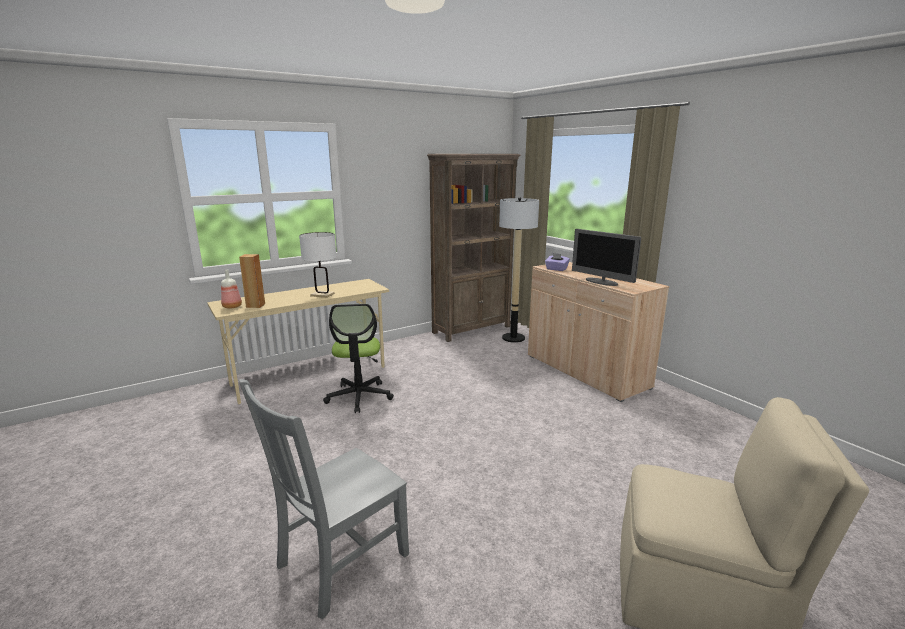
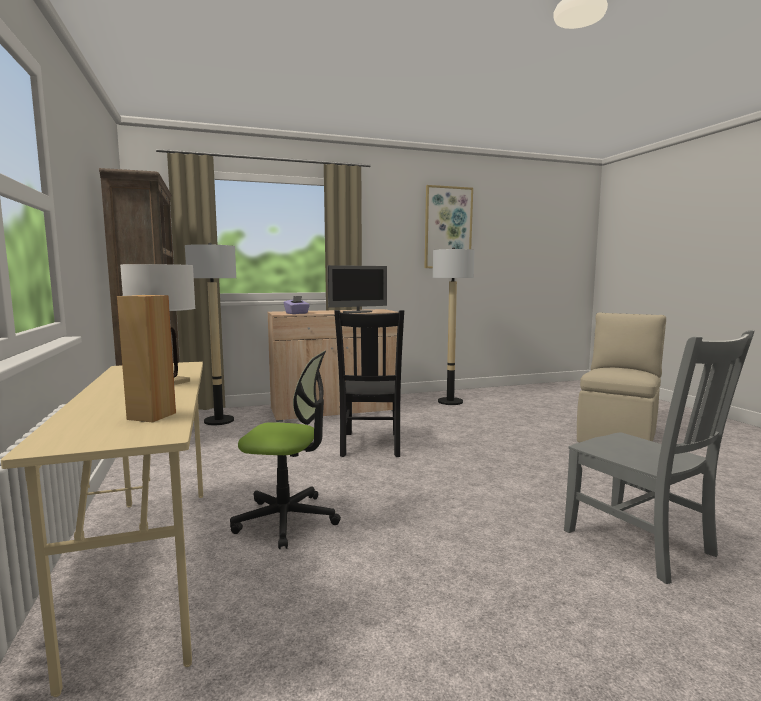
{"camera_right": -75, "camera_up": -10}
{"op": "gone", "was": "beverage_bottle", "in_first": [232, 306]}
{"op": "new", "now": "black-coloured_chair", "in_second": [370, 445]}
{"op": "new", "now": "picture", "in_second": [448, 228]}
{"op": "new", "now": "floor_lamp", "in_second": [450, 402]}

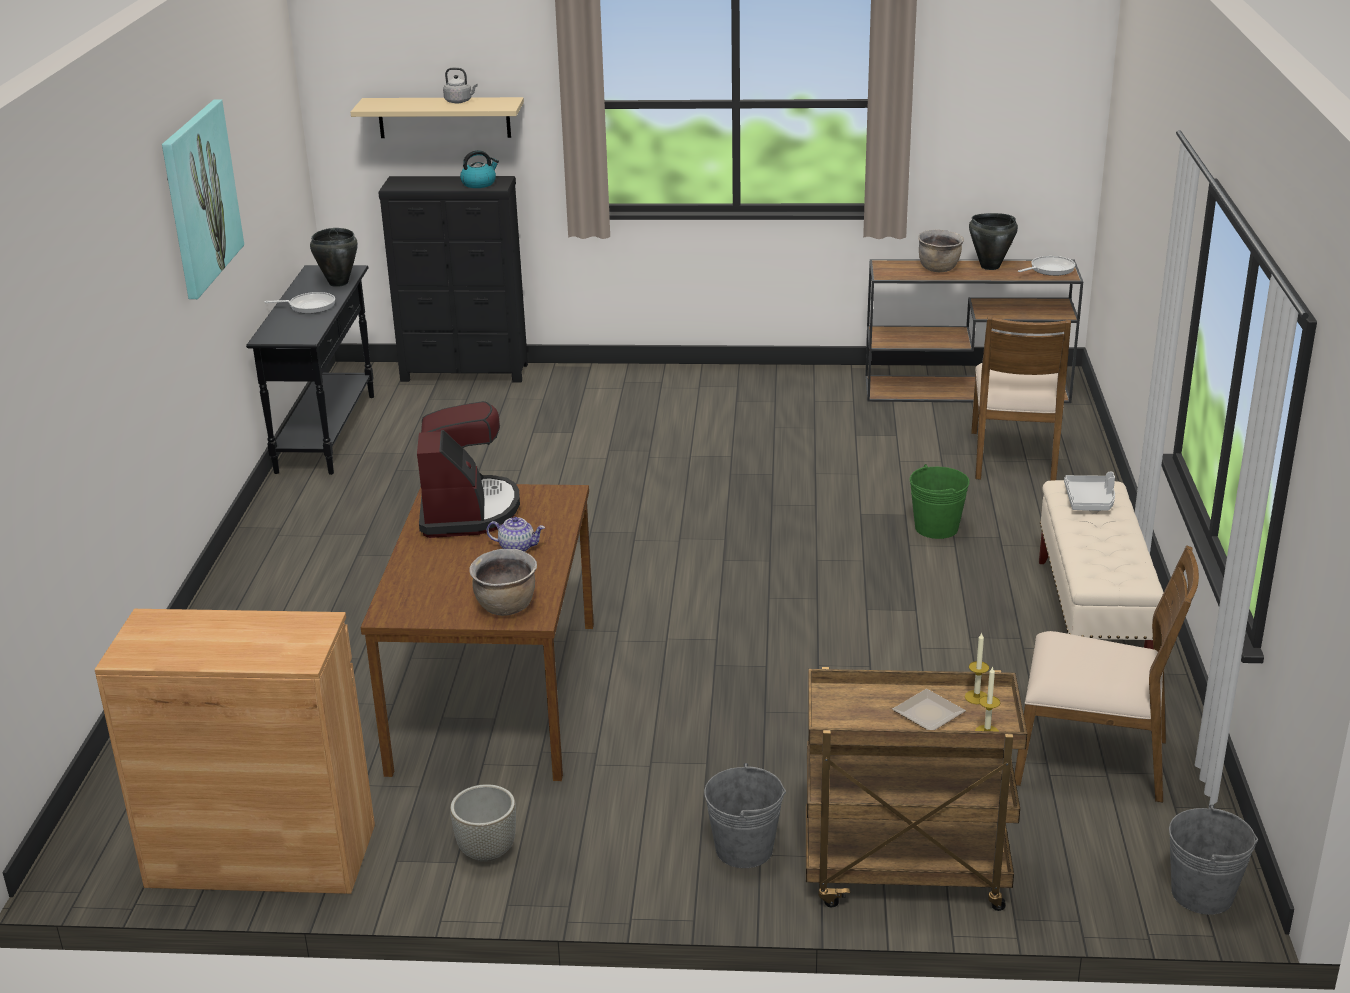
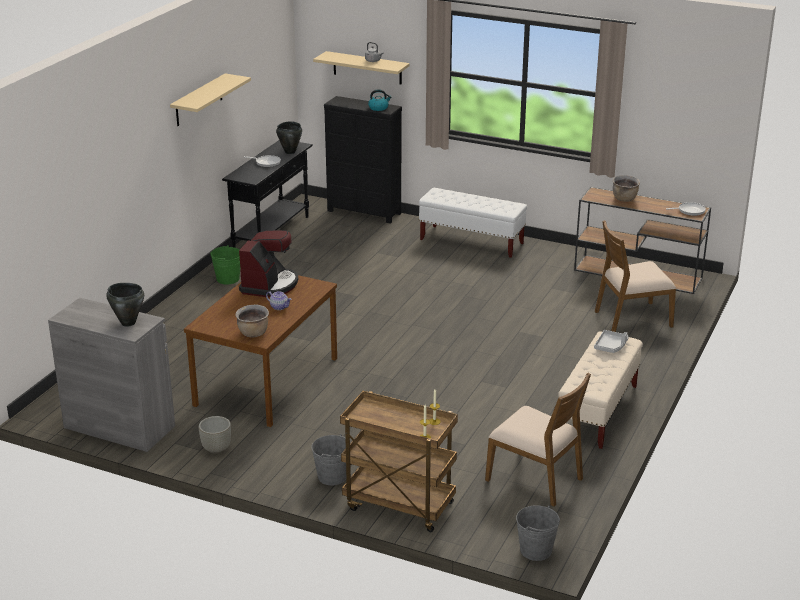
{"camera_right": 20, "camera_up": 0}
{"op": "gone", "was": "dinner_plate", "in_first": [926, 714]}
{"op": "new", "now": "white-coloured_long_seat", "in_second": [472, 242]}
{"op": "shifted", "was": "green_bucket", "in_first": [936, 528], "in_second": [228, 279]}
{"op": "shifted", "was": "black-coloured_stockpot", "in_first": [989, 266], "in_second": [128, 322]}
{"op": "swapped", "was": "picture", "now": "sand-coloured_wall_shelf", "in_first": [199, 197], "in_second": [199, 100]}
{"op": "repainted", "was": "brownish_cabinet", "now": "grey_cabinet", "in_first": [262, 855], "in_second": [119, 427]}
{"op": "rotated", "was": "brownish_chair", "in_first": [1015, 457], "in_second": [632, 318], "clockwise": 45}

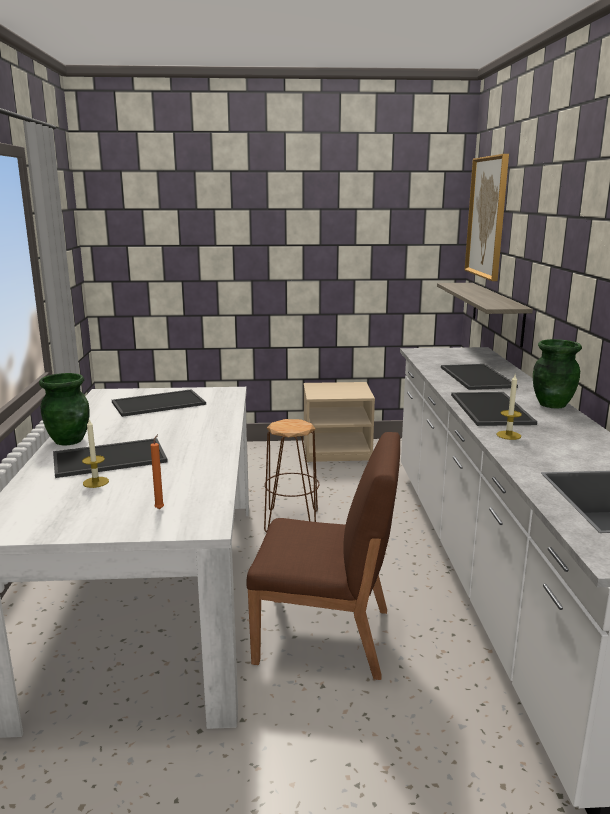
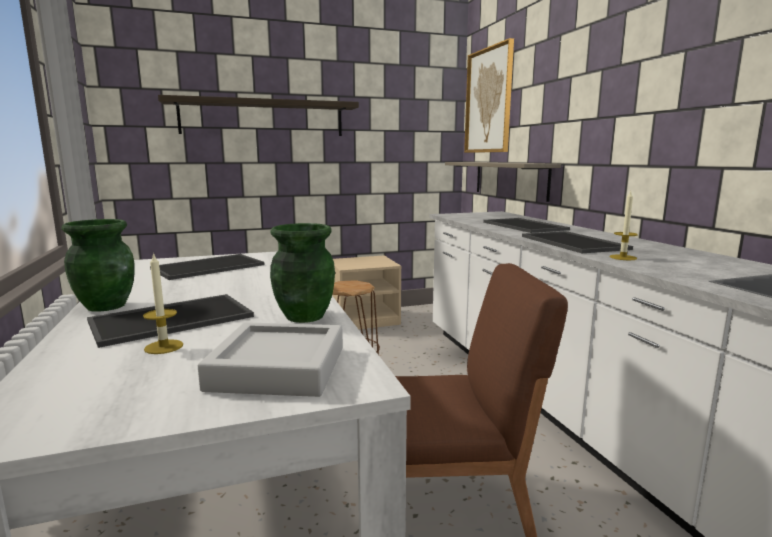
{"camera_right": -15, "camera_up": -5}
{"op": "new", "now": "wall_shelf", "in_second": [263, 118]}
{"op": "shifted", "was": "green_vase", "in_first": [552, 404], "in_second": [304, 316]}
{"op": "swapped", "was": "orange-coloured_candle", "now": "grey_tray", "in_first": [160, 508], "in_second": [278, 368]}

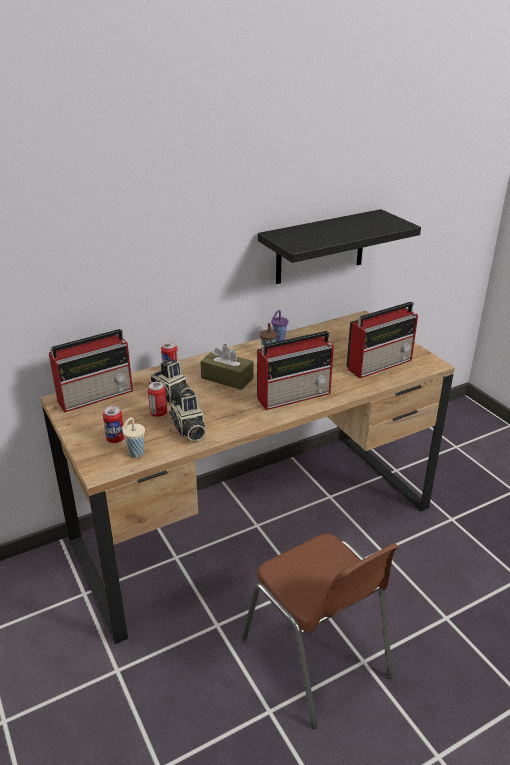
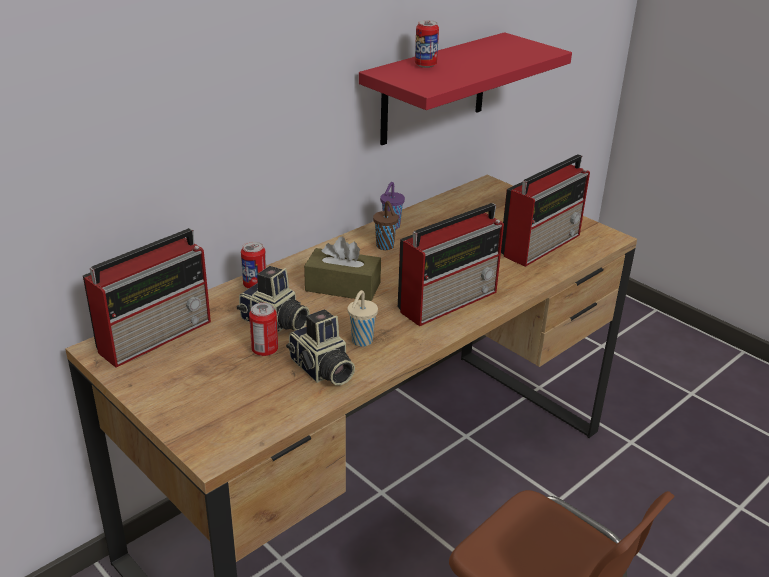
{"camera_right": -15, "camera_up": 0}
{"op": "shifted", "was": "sealed_can", "in_first": [115, 439], "in_second": [425, 65]}
{"op": "shifted", "was": "sand-coloured_cup", "in_first": [135, 453], "in_second": [361, 341]}
{"op": "repainted", "was": "black-coloured_wall_shelf", "now": "red_wall_shelf", "in_first": [320, 247], "in_second": [434, 89]}

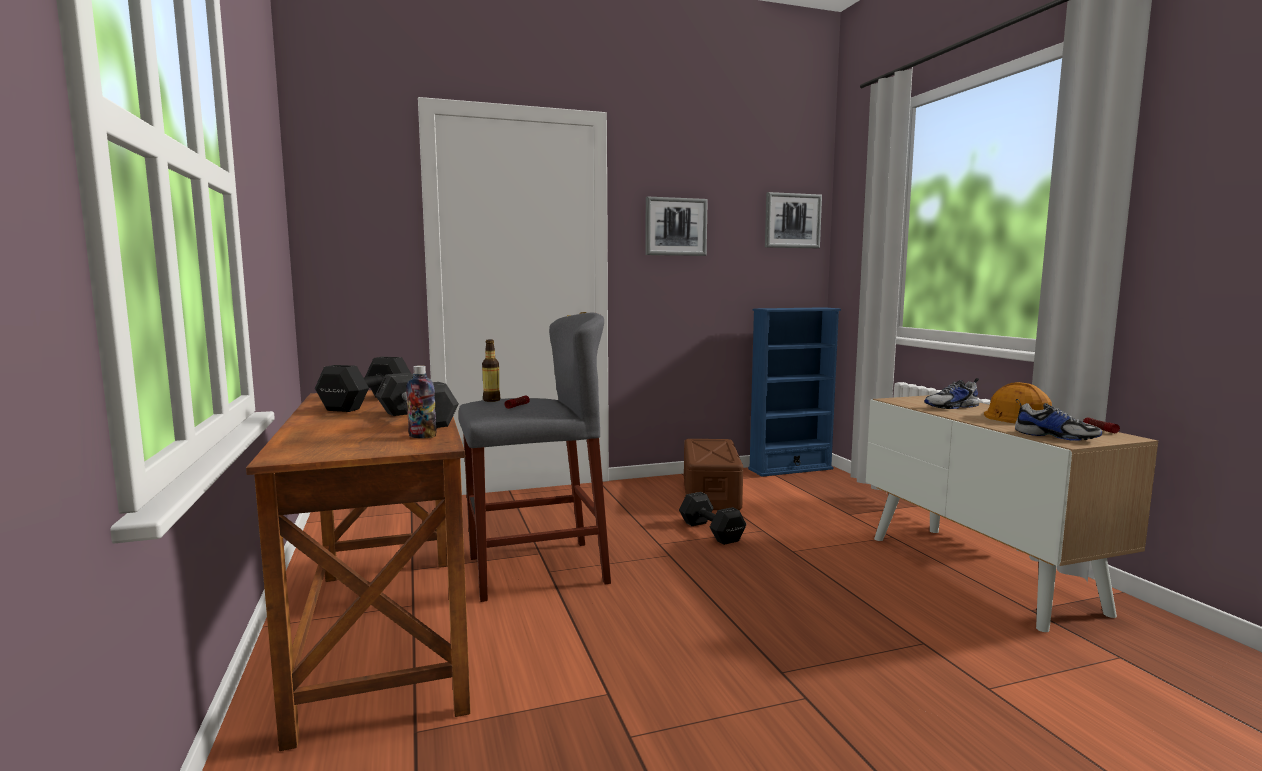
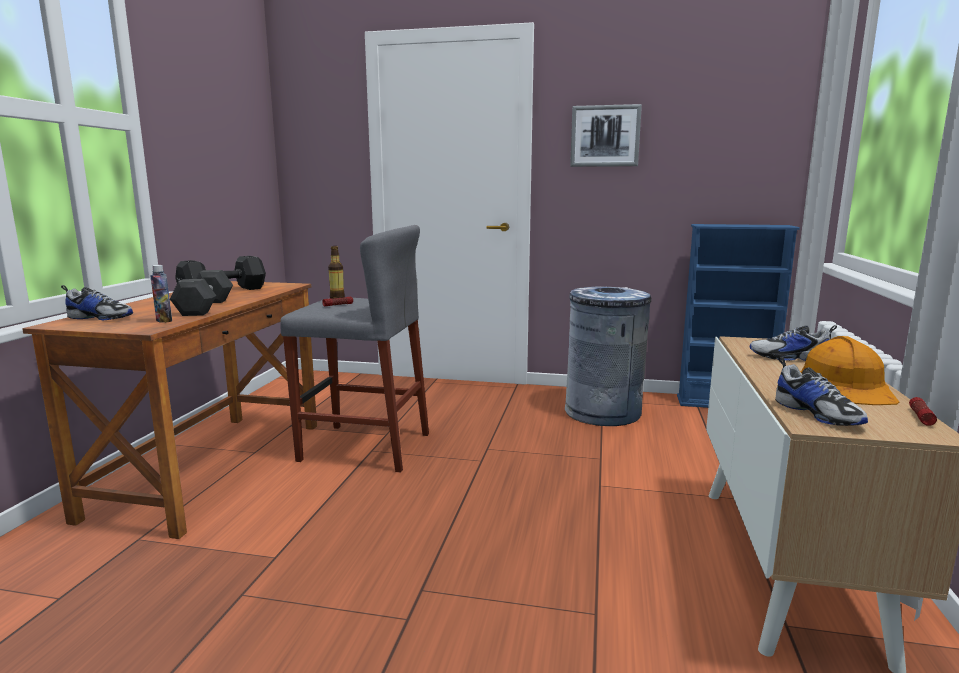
{"camera_right": 30, "camera_up": 5}
{"op": "gone", "was": "black-coloured_hand_weight", "in_first": [710, 531]}
{"op": "gone", "was": "picture", "in_first": [792, 221]}
{"op": "new", "now": "low_shoe", "in_second": [100, 318]}
{"op": "swapped", "was": "brownish_storage_container", "now": "grey_trash_can", "in_first": [710, 493], "in_second": [603, 412]}

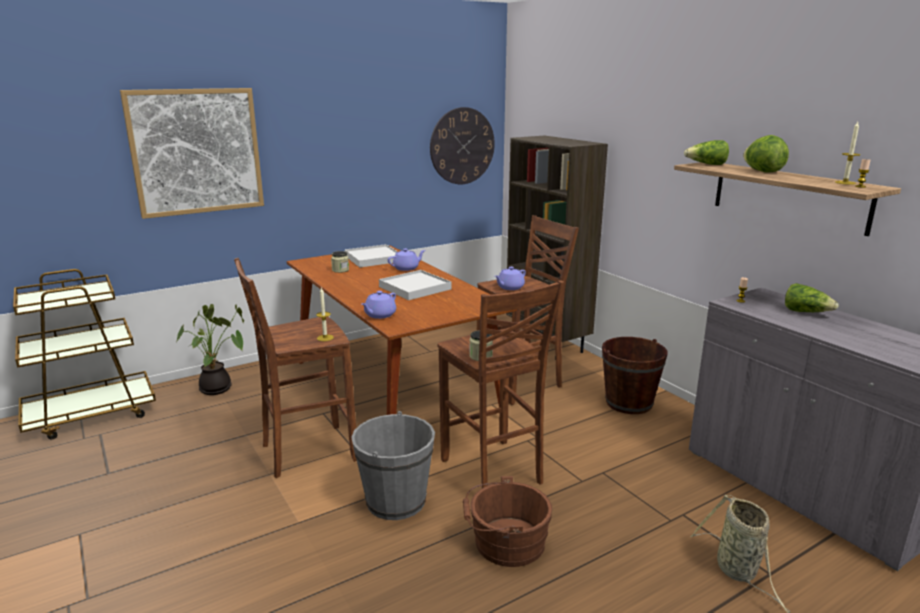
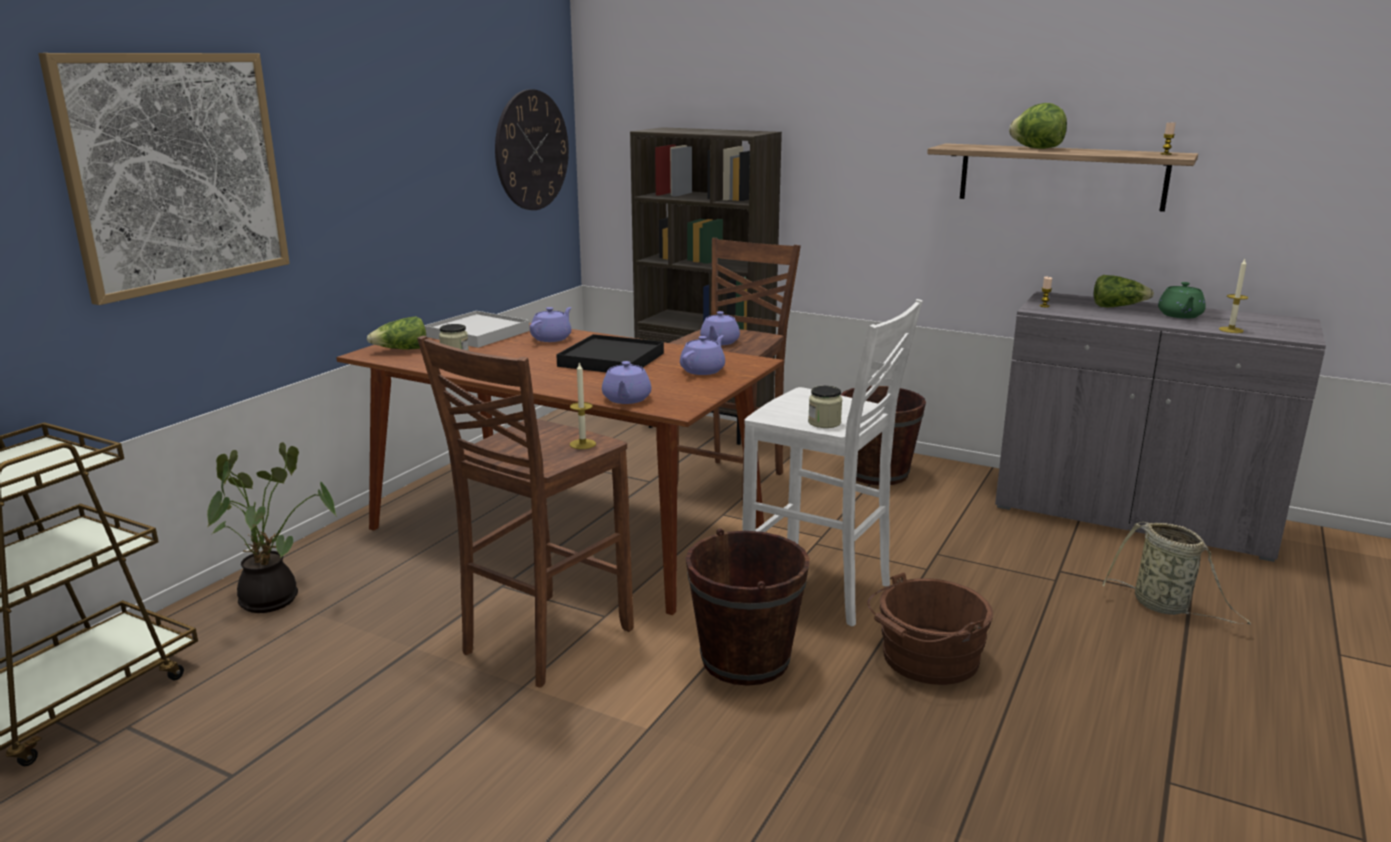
{"camera_right": -30, "camera_up": 0}
{"op": "new", "now": "purple_tea_pot", "in_second": [703, 370]}
{"op": "new", "now": "green_tea_pot", "in_second": [1180, 315]}
{"op": "shifted", "was": "head_of_lettuce", "in_first": [706, 164], "in_second": [401, 350]}
{"op": "shifted", "was": "candle", "in_first": [845, 183], "in_second": [1231, 330]}
{"op": "repainted", "was": "grey_bucket", "now": "brownish_bucket", "in_first": [396, 501], "in_second": [745, 659]}
{"op": "repainted", "was": "white-coloured_tray", "now": "black-coloured_tray", "in_first": [415, 288], "in_second": [611, 360]}
{"op": "repainted", "was": "brownish_stool", "now": "white-coloured_stool", "in_first": [493, 472], "in_second": [821, 590]}

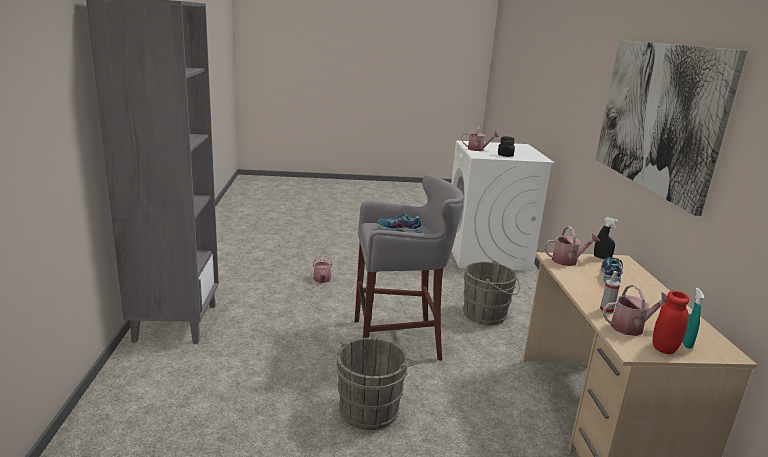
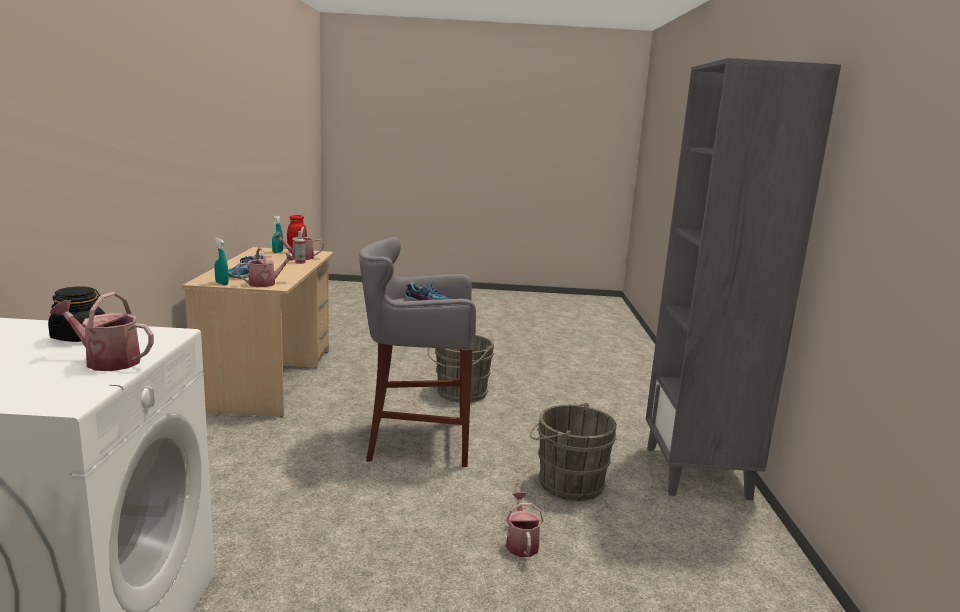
{"camera_right": -175, "camera_up": -5}
{"op": "gone", "was": "picture", "in_first": [657, 116]}
{"op": "shifted", "was": "grey_bucket", "in_first": [487, 315], "in_second": [566, 482]}
{"op": "repainted", "was": "black-coloured_hand_sprayer", "now": "turquoise-coloured_hand_sprayer", "in_first": [602, 258], "in_second": [221, 283]}
{"op": "rotated", "was": "sprinkling_can", "in_first": [568, 260], "in_second": [266, 283], "clockwise": 150}

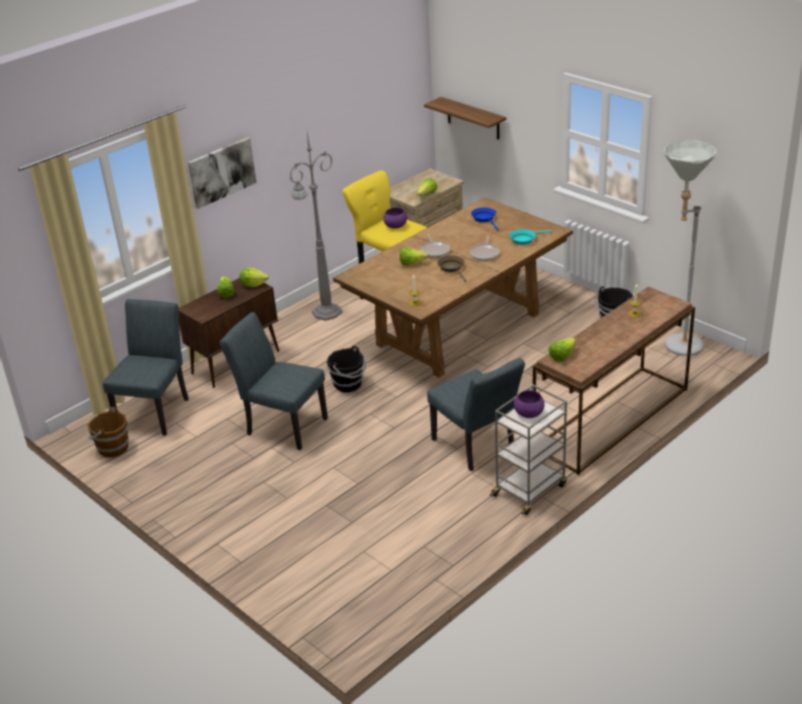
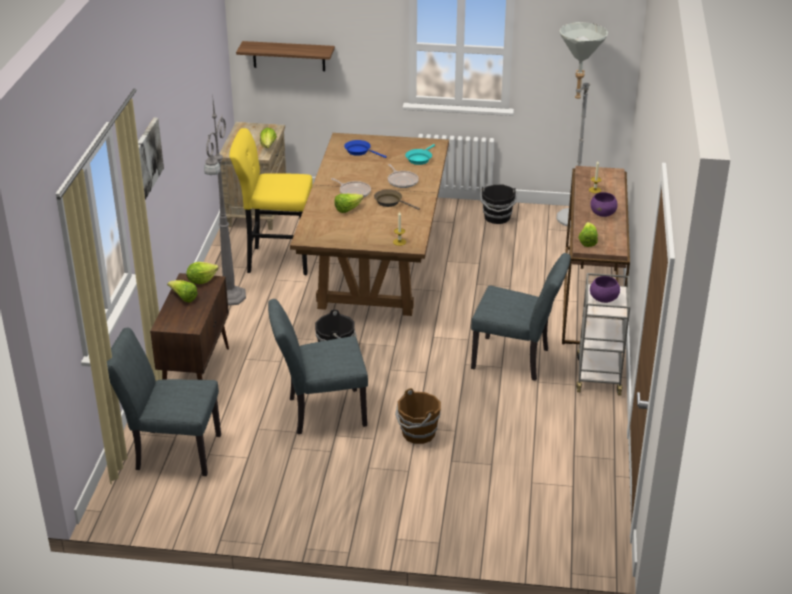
{"camera_right": -40, "camera_up": 0}
{"op": "shifted", "was": "brownish_bucket", "in_first": [112, 448], "in_second": [417, 434]}
{"op": "shifted", "was": "purple_deep_dish", "in_first": [396, 226], "in_second": [603, 214]}
{"op": "rotated", "was": "grey_chair", "in_first": [156, 410], "in_second": [171, 451], "clockwise": -60}

